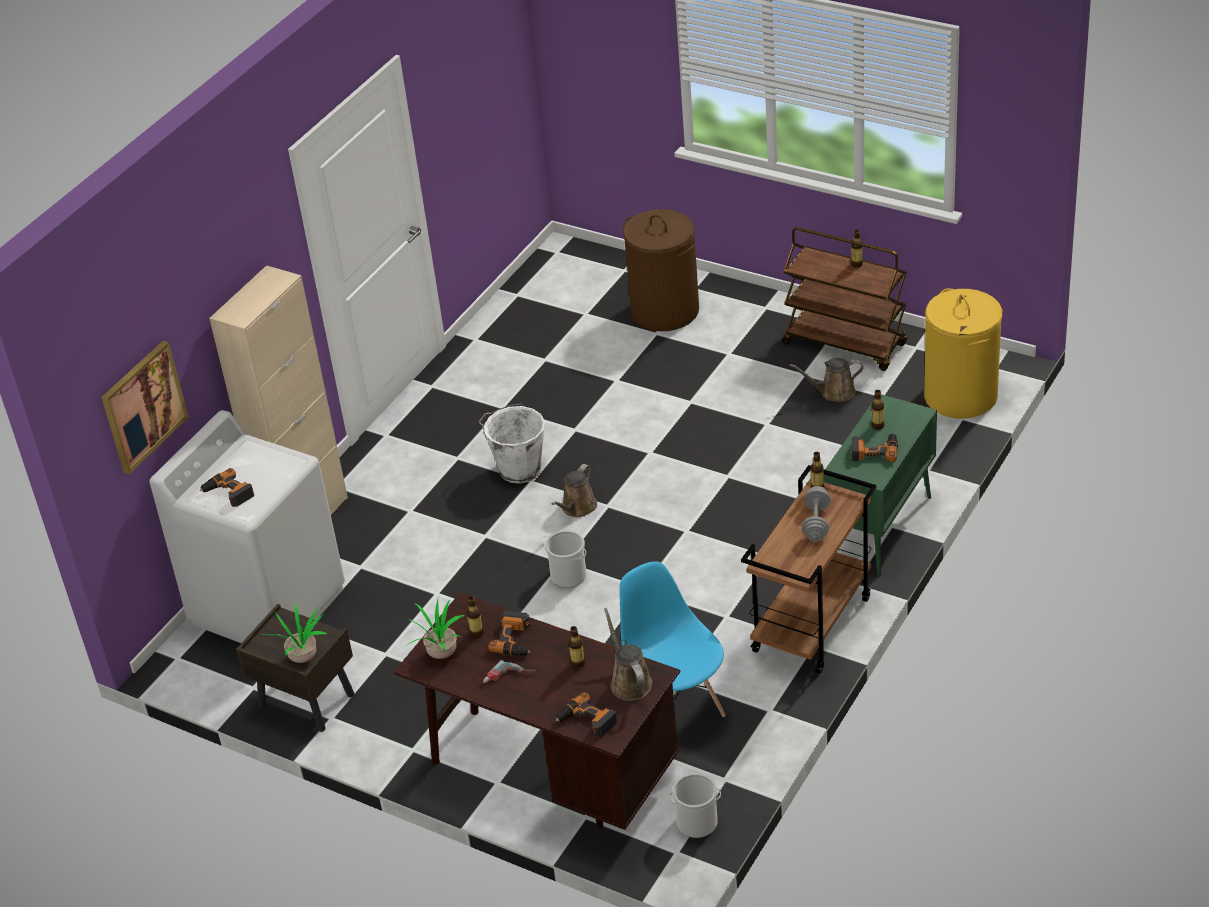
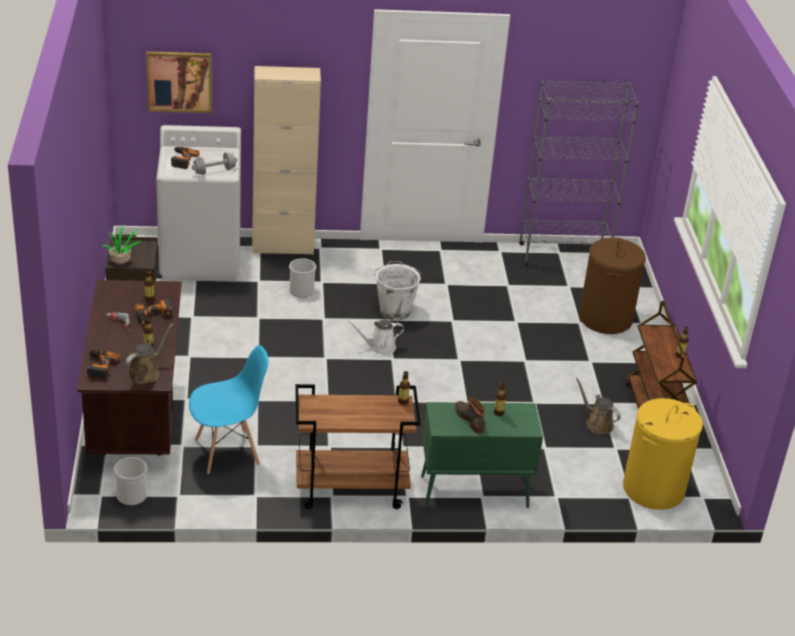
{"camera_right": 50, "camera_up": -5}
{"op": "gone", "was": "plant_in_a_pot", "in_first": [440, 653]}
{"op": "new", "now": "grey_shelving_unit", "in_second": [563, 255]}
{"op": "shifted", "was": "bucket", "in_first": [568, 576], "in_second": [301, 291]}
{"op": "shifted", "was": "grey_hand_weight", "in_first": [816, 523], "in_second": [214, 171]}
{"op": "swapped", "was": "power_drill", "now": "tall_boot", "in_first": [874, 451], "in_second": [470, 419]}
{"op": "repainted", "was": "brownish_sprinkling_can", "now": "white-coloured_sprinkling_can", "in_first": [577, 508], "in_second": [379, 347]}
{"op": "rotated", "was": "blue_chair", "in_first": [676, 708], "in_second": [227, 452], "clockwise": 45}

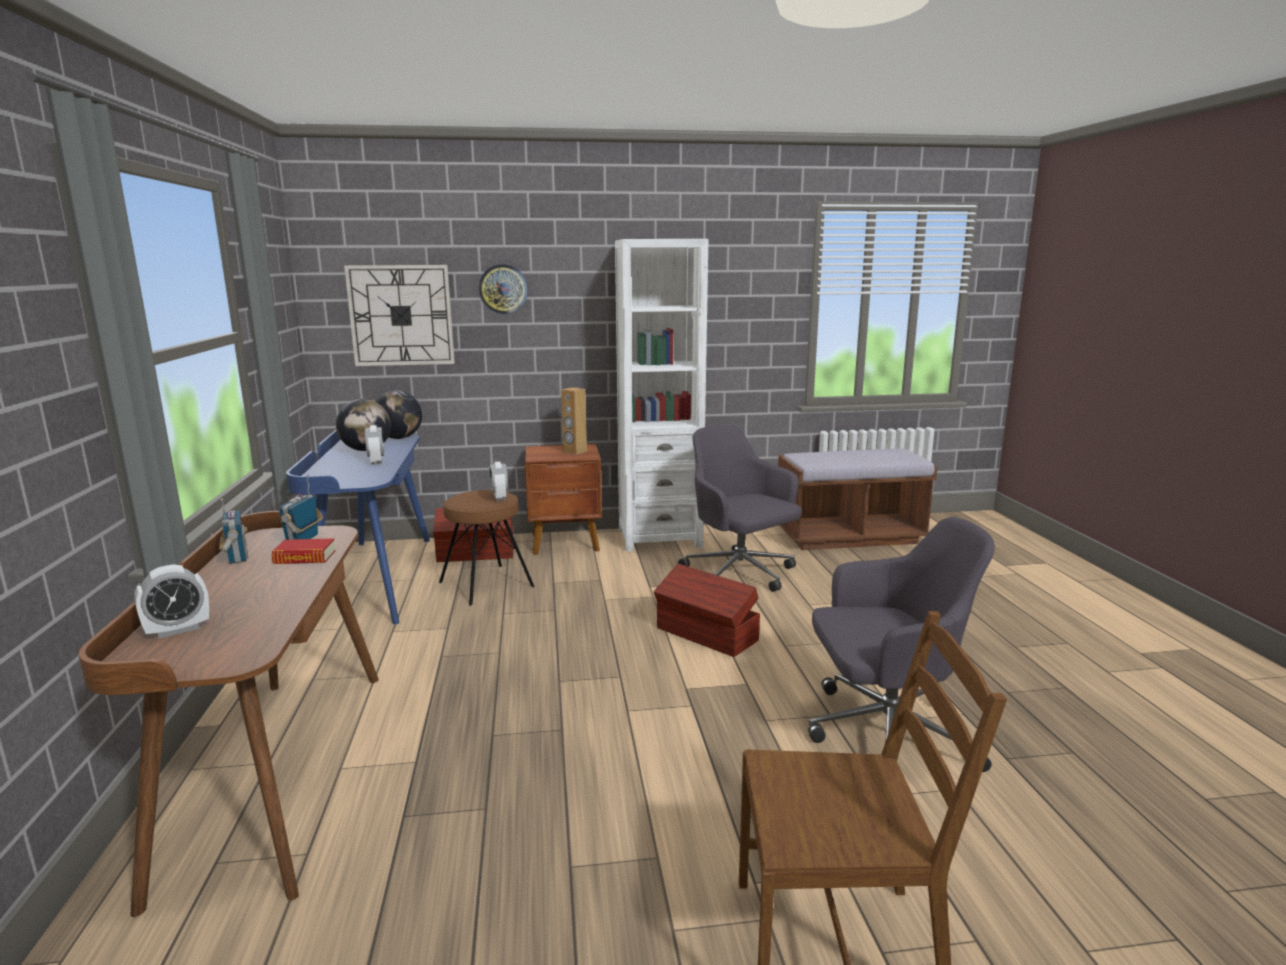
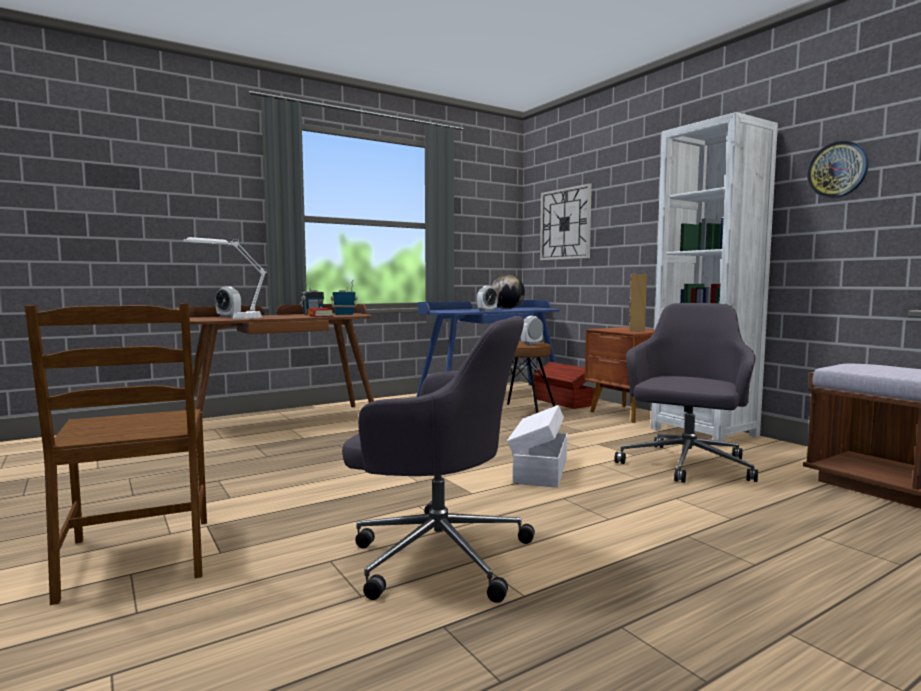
{"camera_right": 65, "camera_up": -10}
{"op": "gone", "was": "desk_globe", "in_first": [399, 438]}
{"op": "new", "now": "white-coloured_tabletop_lamp", "in_second": [231, 319]}
{"op": "shifted", "was": "wall_clock", "in_first": [503, 289], "in_second": [837, 169]}
{"op": "repainted", "was": "brownish_storage_container", "now": "white-coloured_storage_container", "in_first": [706, 635], "in_second": [539, 470]}
{"op": "rotated", "was": "grey_desk_chair", "in_first": [884, 735], "in_second": [436, 554], "clockwise": -45}

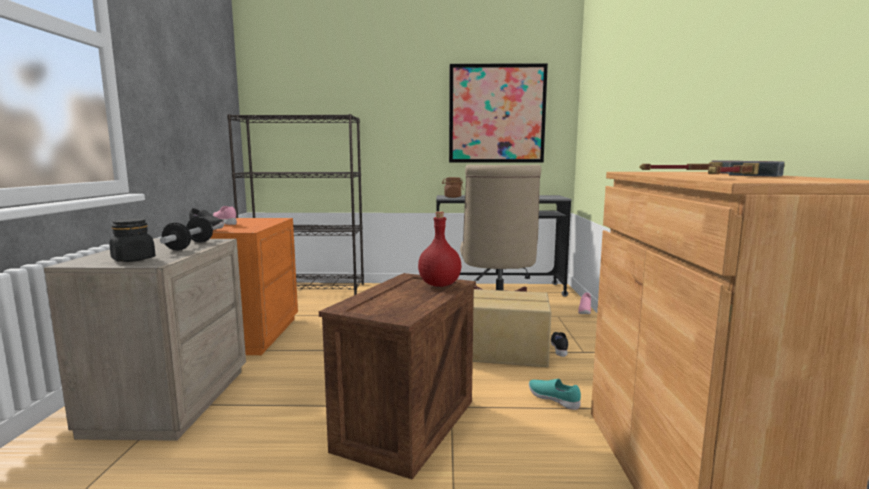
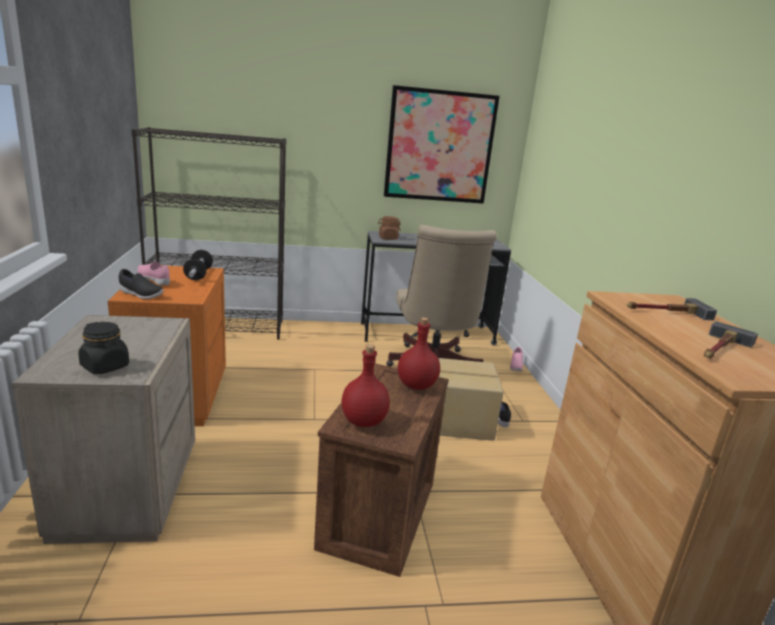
{"camera_right": -10, "camera_up": 10}
{"op": "gone", "was": "turquoise-coloured_low_shoe", "in_first": [554, 400]}
{"op": "new", "now": "red_beverage_bottle", "in_second": [363, 422]}
{"op": "shifted", "was": "hand_weight", "in_first": [189, 246], "in_second": [199, 275]}

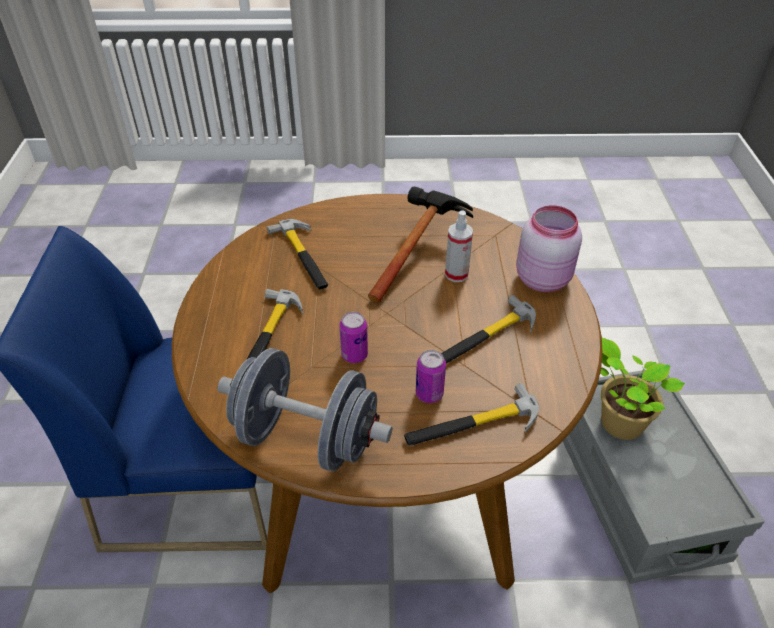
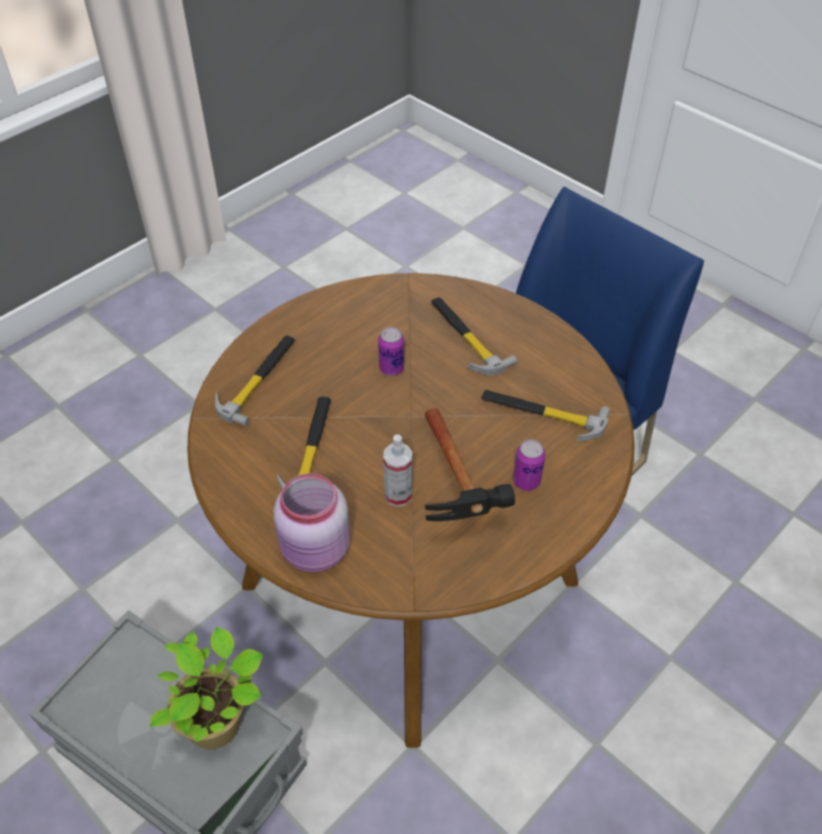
{"camera_right": 135, "camera_up": 5}
{"op": "gone", "was": "grey_hand_weight", "in_first": [306, 438]}
{"op": "shifted", "was": "sealed_can", "in_first": [429, 394], "in_second": [526, 481]}

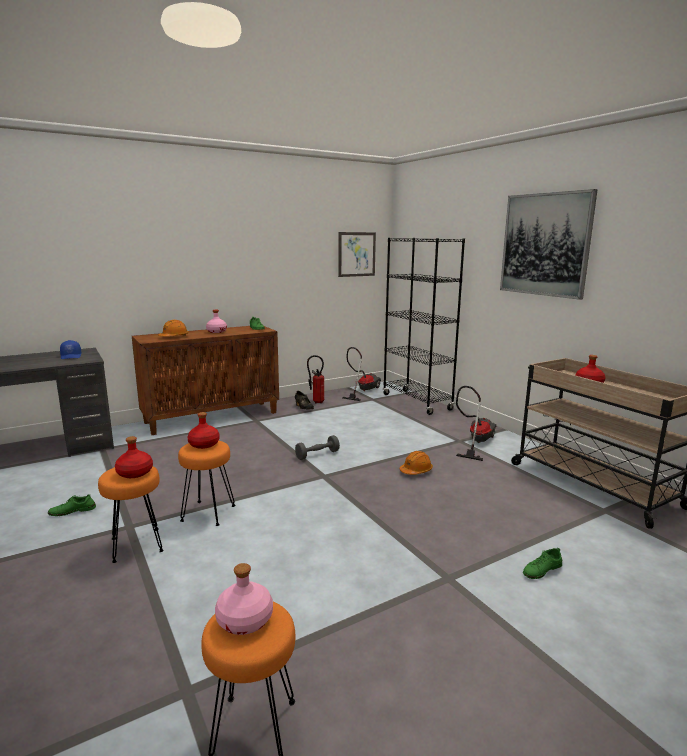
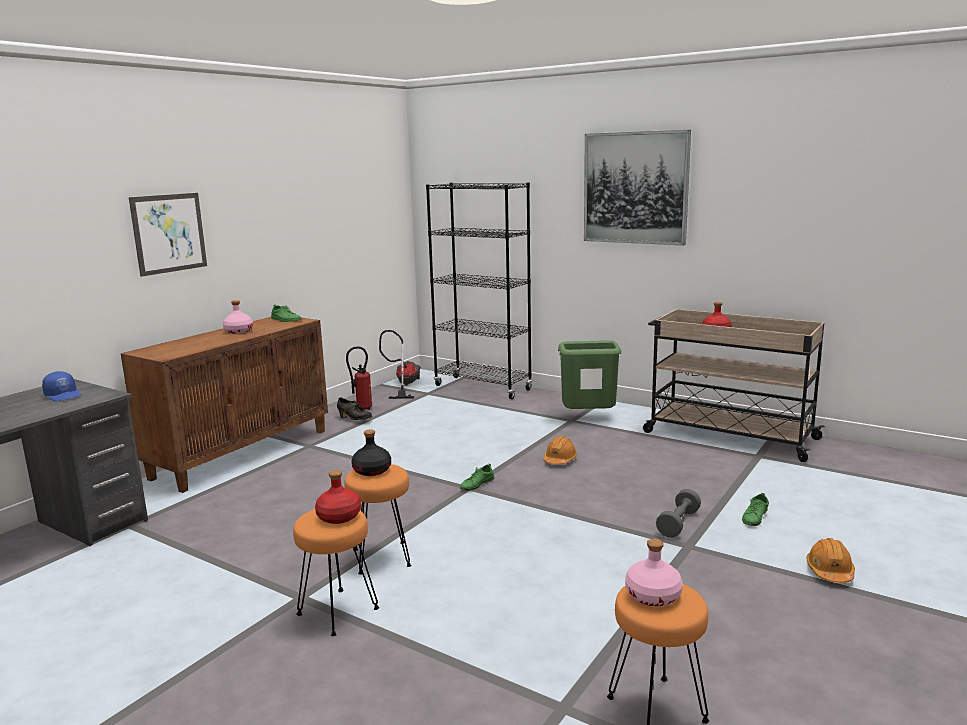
{"camera_right": -25, "camera_up": 0}
{"op": "shifted", "was": "green_low_shoe", "in_first": [72, 511], "in_second": [477, 484]}
{"op": "shifted", "was": "orange-coloured_safety_helmet", "in_first": [174, 337], "in_second": [830, 571]}
{"op": "shifted", "was": "grey_hand_weight", "in_first": [317, 455], "in_second": [678, 523]}
{"op": "shifted", "was": "picture", "in_first": [356, 254], "in_second": [169, 233]}
{"op": "swapped", "was": "vacuum", "now": "green_trash_can", "in_first": [475, 442], "in_second": [588, 418]}
{"op": "repainted", "was": "red_beverage_bottle", "now": "black-coloured_beverage_bottle", "in_first": [204, 444], "in_second": [372, 470]}

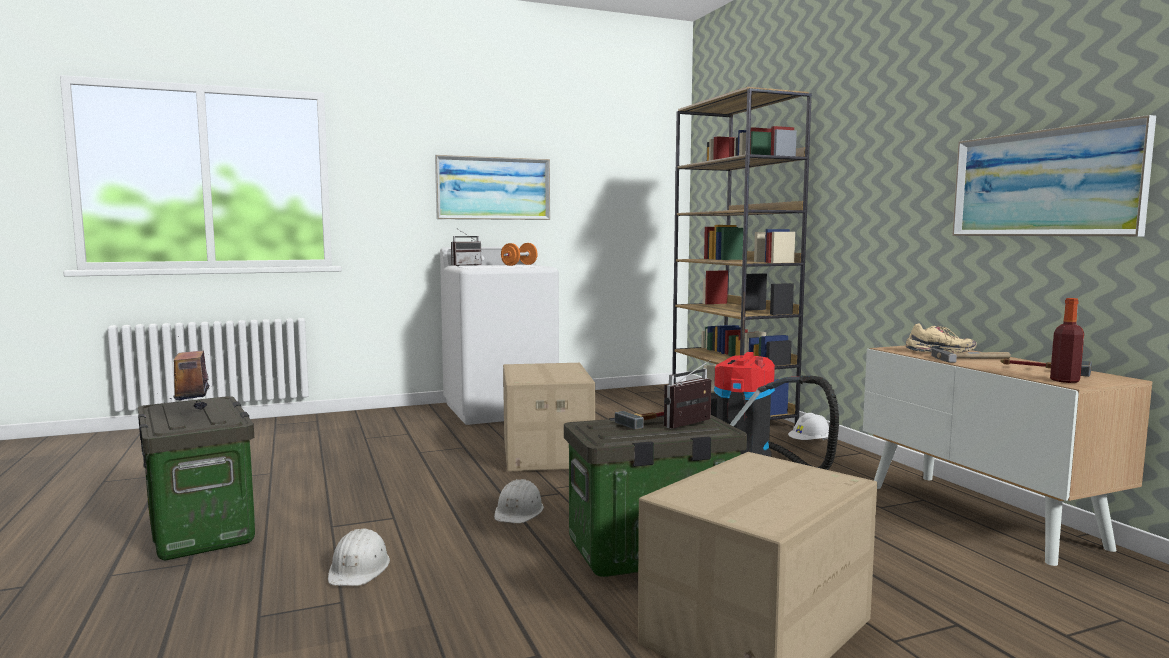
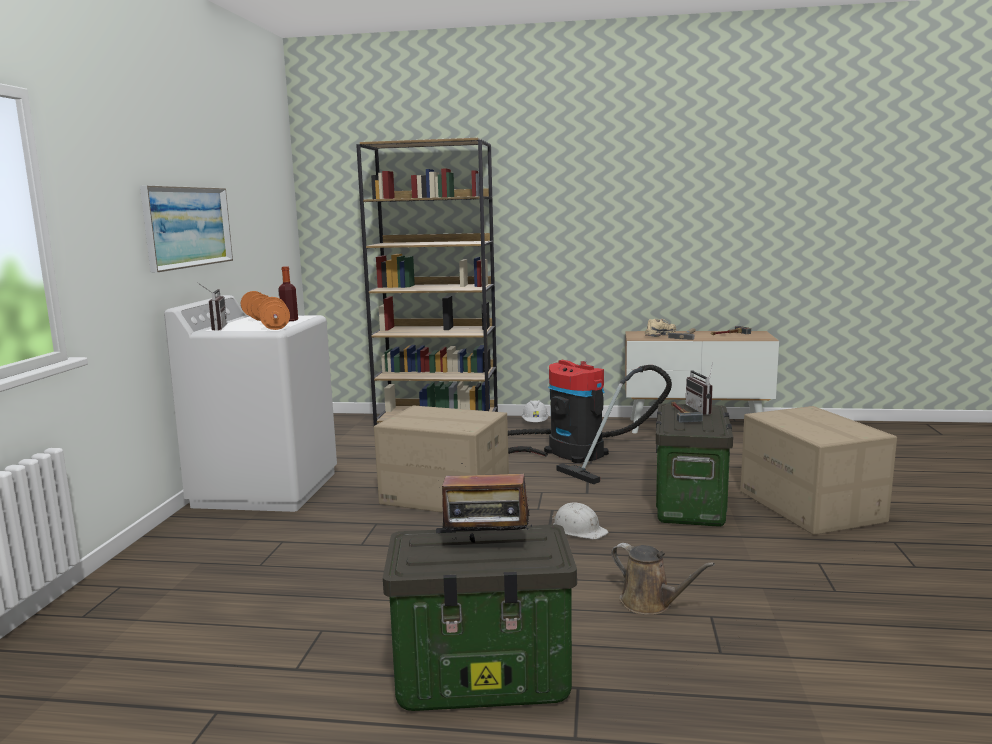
{"camera_right": -60, "camera_up": 5}
{"op": "gone", "was": "picture", "in_first": [1044, 183]}
{"op": "new", "now": "orange-coloured_hand_weight", "in_second": [275, 327]}
{"op": "shifted", "was": "beverage_bottle", "in_first": [1064, 380], "in_second": [289, 320]}
{"op": "swapped", "was": "white-coloured_safety_helmet", "now": "brownish_sprinkling_can", "in_first": [359, 568], "in_second": [650, 603]}

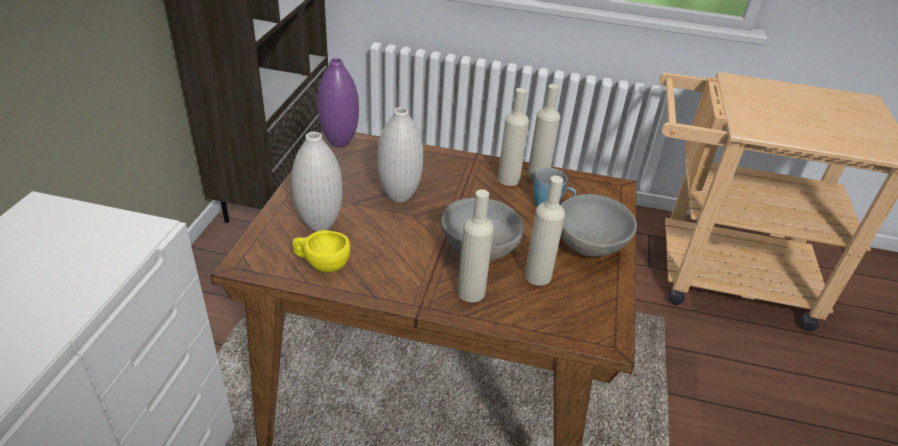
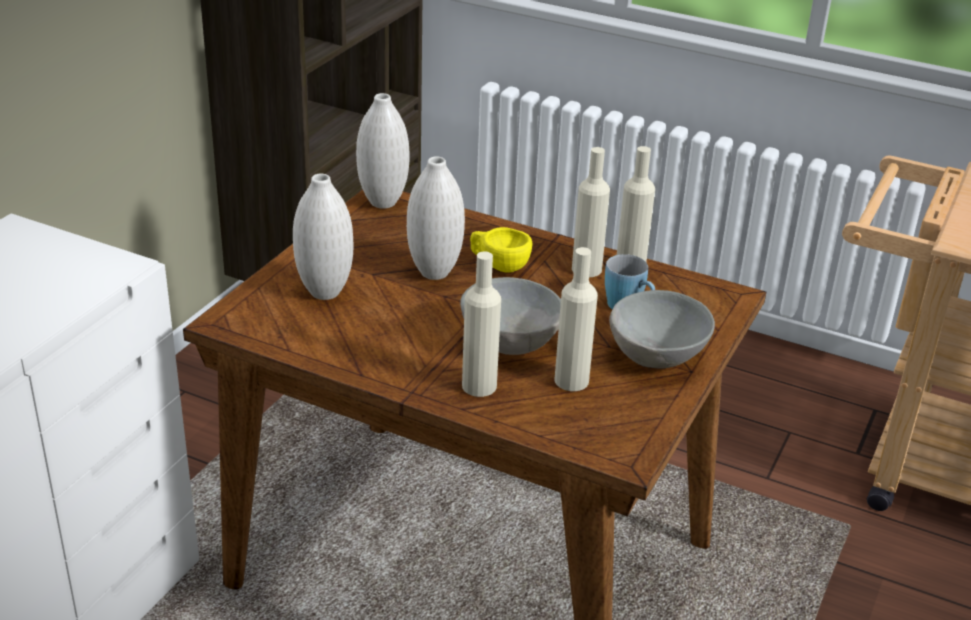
{"camera_right": 15, "camera_up": -5}
{"op": "shifted", "was": "yellow-coloured_cup", "in_first": [321, 264], "in_second": [499, 265]}
{"op": "repainted", "was": "purple_vase", "now": "white-coloured_vase", "in_first": [340, 142], "in_second": [383, 202]}

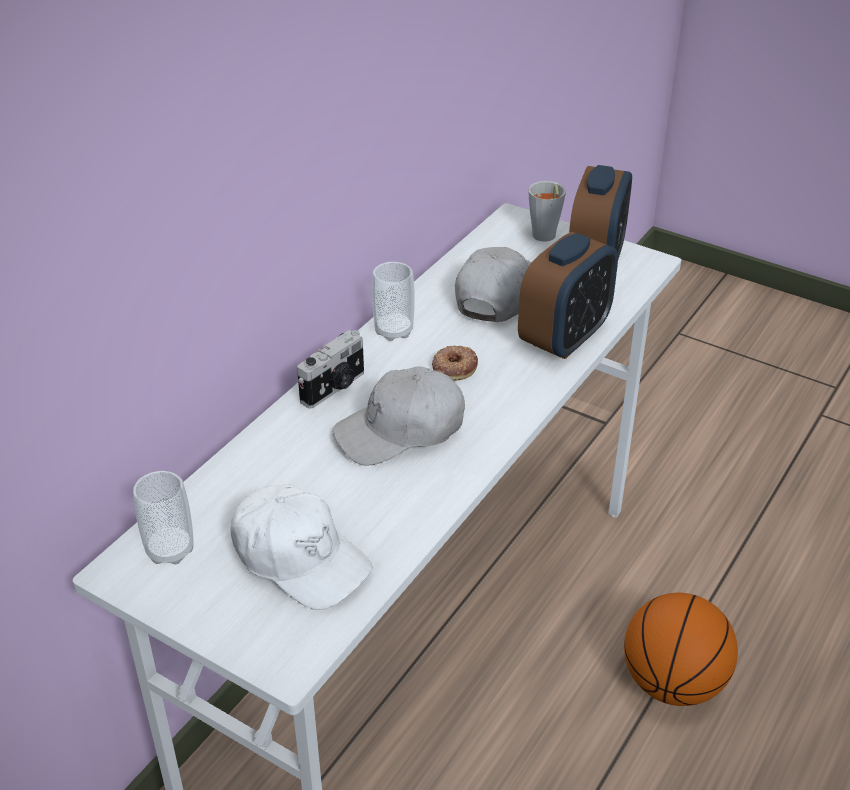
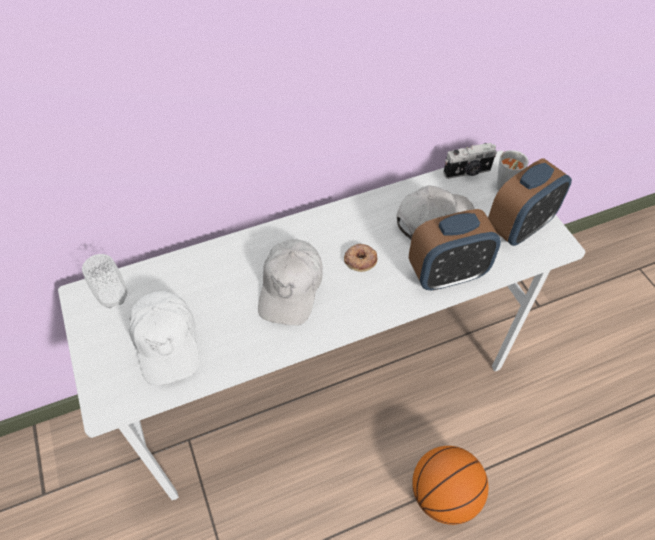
{"camera_right": 35, "camera_up": 15}
{"op": "gone", "was": "cup", "in_first": [394, 331]}
{"op": "shifted", "was": "photo_camera", "in_first": [334, 388], "in_second": [467, 172]}
{"op": "rotated", "was": "white-coloured_cap", "in_first": [401, 431], "in_second": [291, 288], "clockwise": -90}

